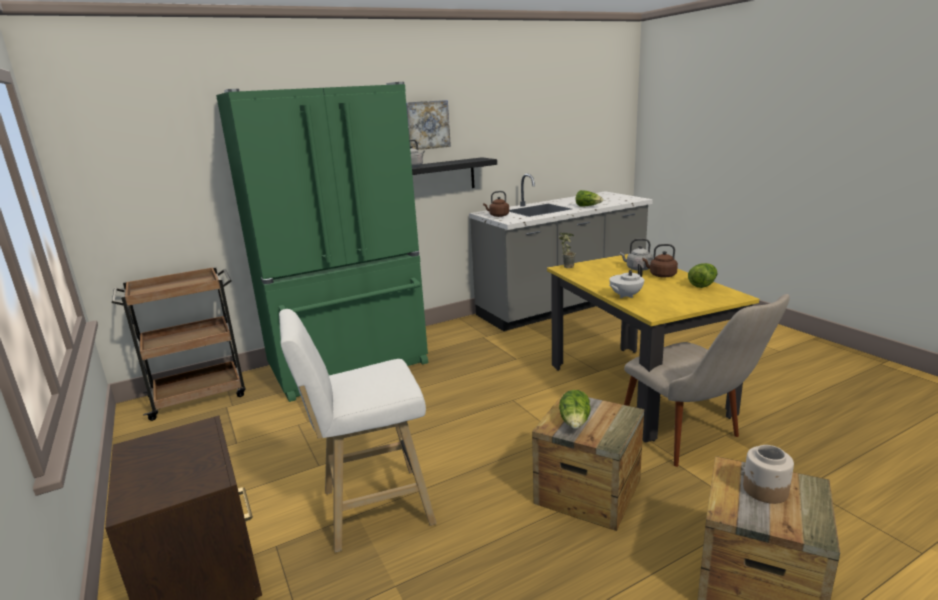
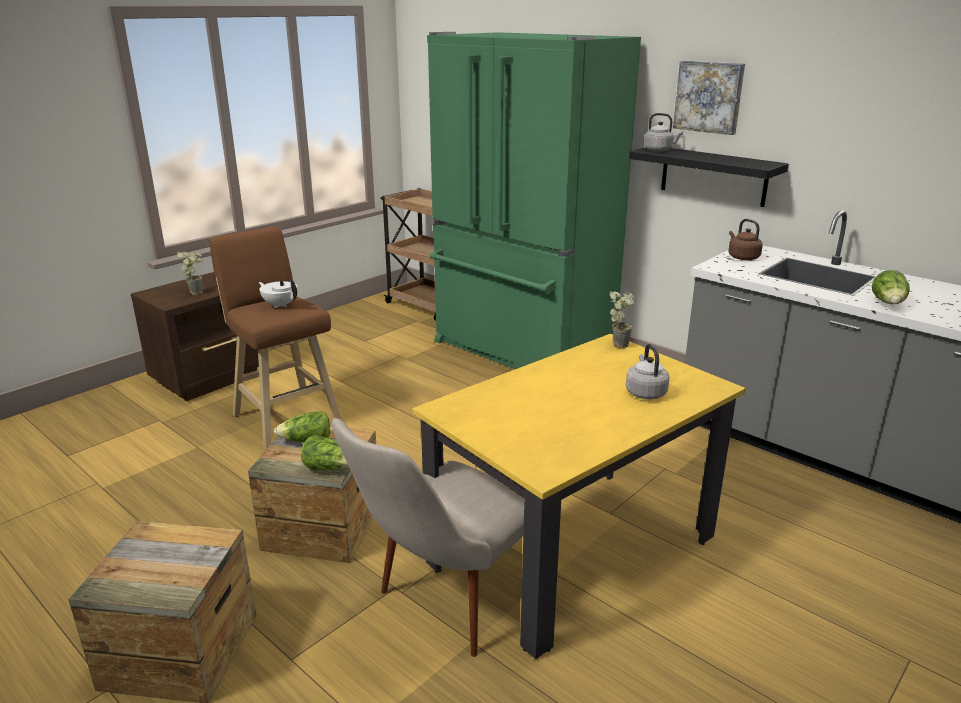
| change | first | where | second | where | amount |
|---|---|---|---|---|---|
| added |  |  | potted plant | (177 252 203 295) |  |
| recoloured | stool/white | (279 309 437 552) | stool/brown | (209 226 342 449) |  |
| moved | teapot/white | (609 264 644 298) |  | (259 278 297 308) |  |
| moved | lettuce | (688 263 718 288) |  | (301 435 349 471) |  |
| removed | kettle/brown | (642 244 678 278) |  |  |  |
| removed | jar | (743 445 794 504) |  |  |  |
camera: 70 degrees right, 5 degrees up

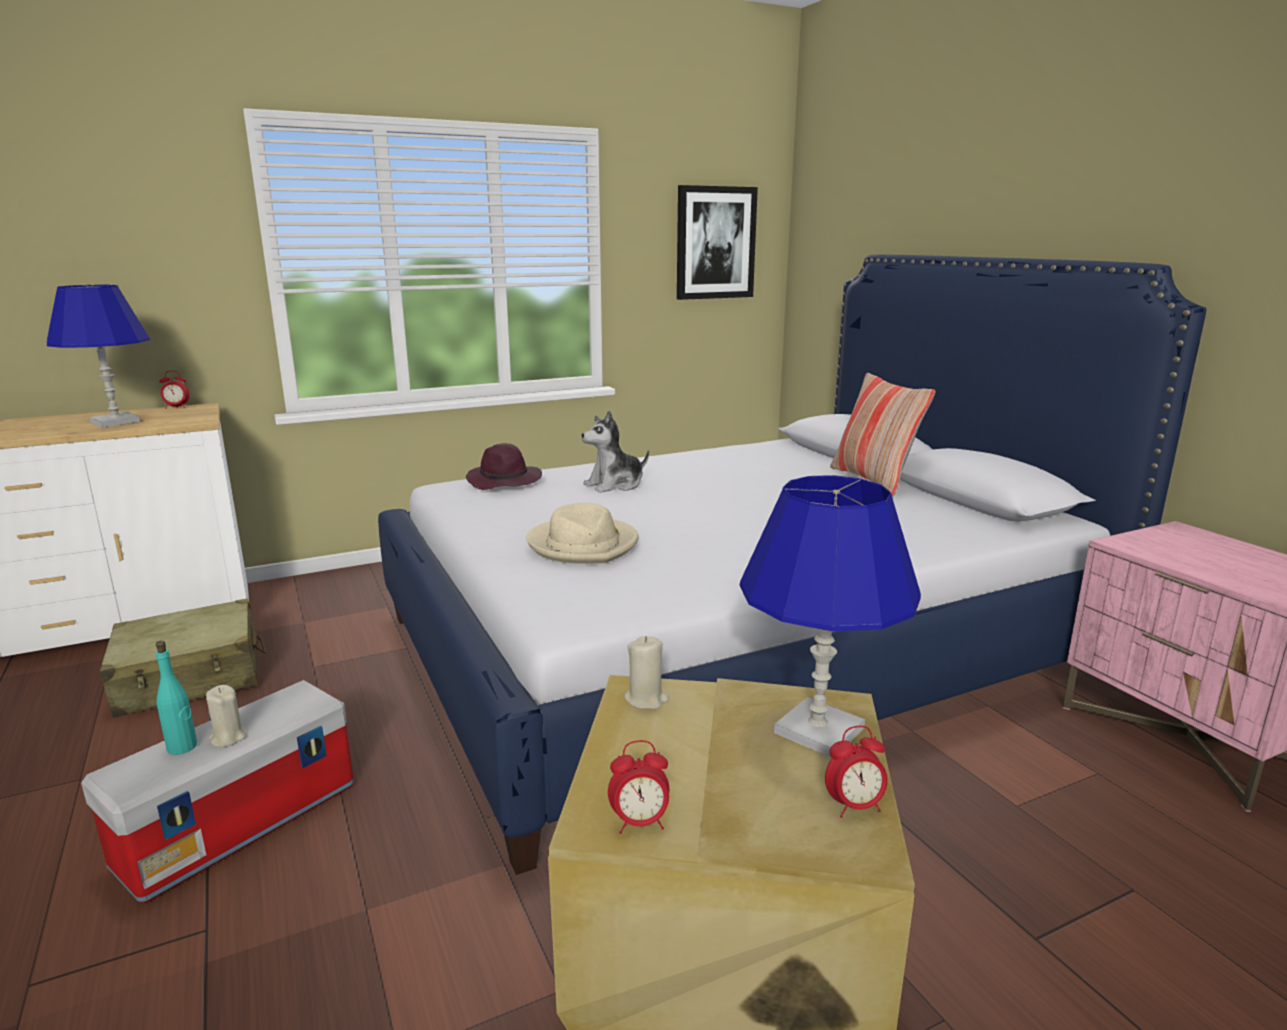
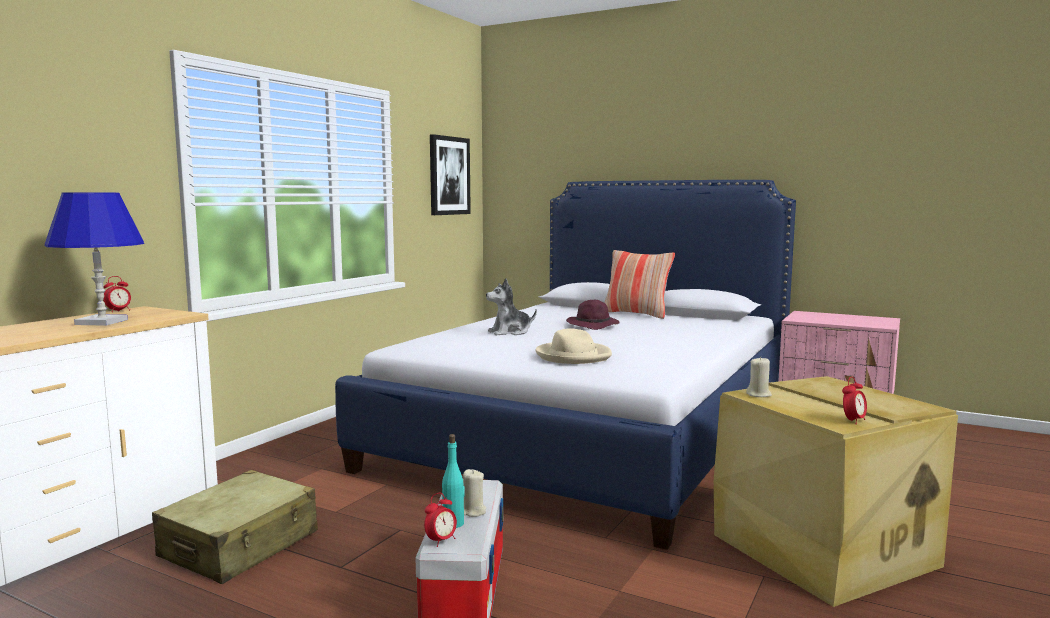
| change | first | where | second | where | amount |
|---|---|---|---|---|---|
| moved | alarm clock | (825 726 888 818) |  | (424 493 457 547) |  |
| turned | plush toy | (581 411 649 493) |  | (486 278 537 335) | 45 degrees clockwise |
| moved | hat/purple | (466 443 542 490) |  | (566 300 620 330) |  |
| removed | table lamp/blue | (740 475 921 758) |  |  |  |
camera: 35 degrees left, 10 degrees down

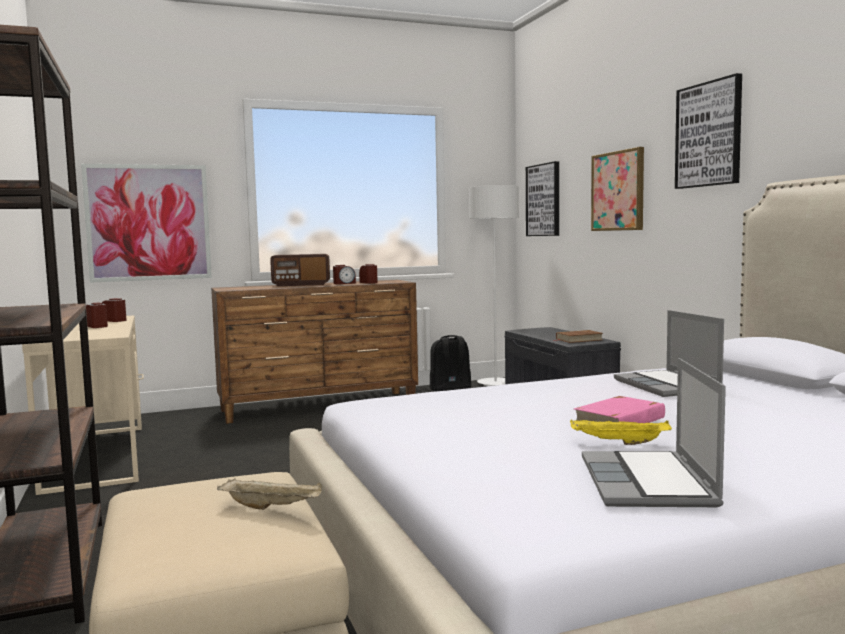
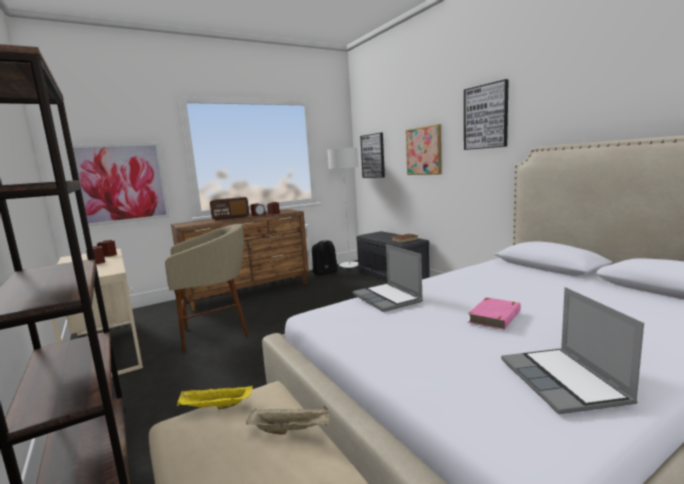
| change | first | where | second | where | amount |
|---|---|---|---|---|---|
| added |  |  | stool/beige | (165 224 249 352) |  |
| moved | tray/yellow | (570 419 672 445) |  | (177 386 253 409) |  |
| moved | laptop | (614 310 724 397) |  | (353 244 423 312) |  |
camera: 10 degrees left, 5 degrees up

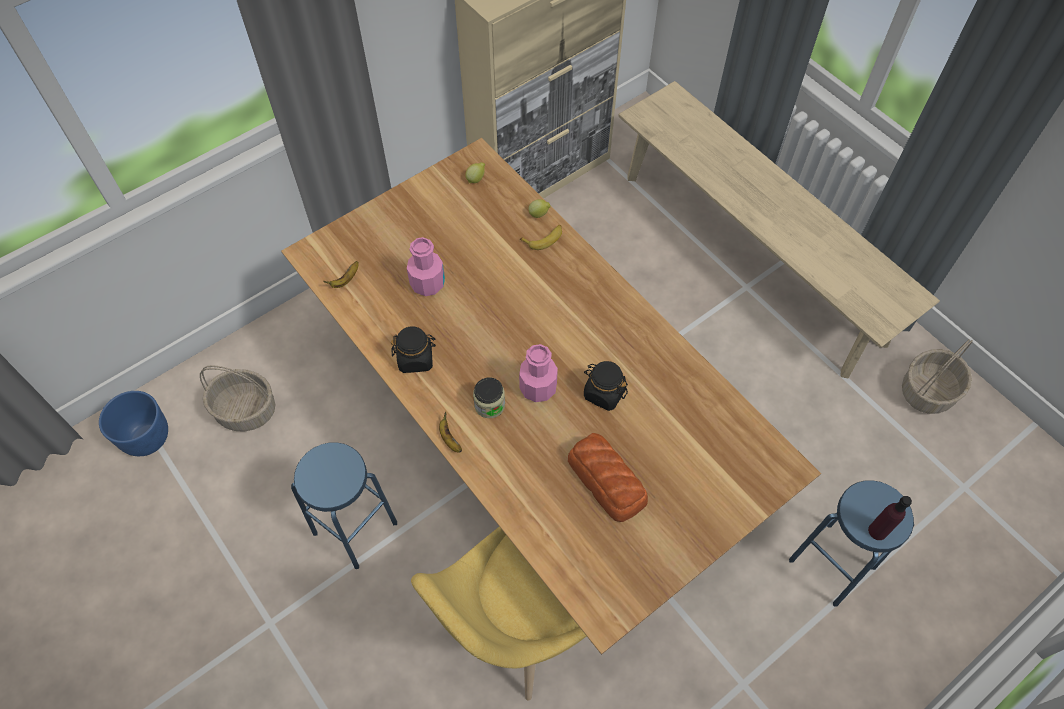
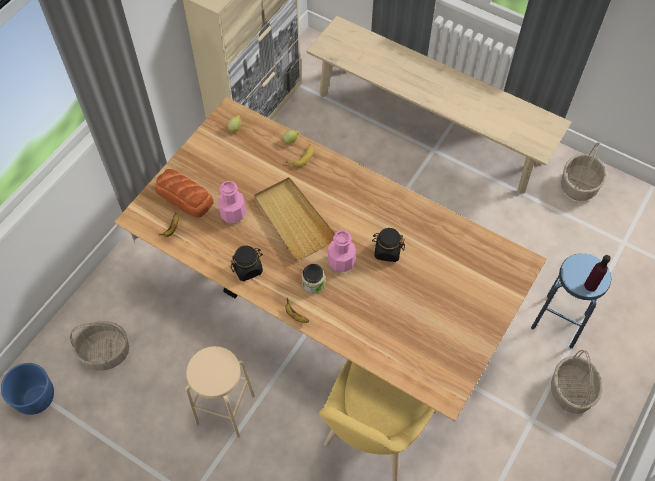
| change | first | where | second | where | amount |
|---|---|---|---|---|---|
| moved | bread | (568 433 648 522) |  | (155 169 213 217) |  |
| recoloured | stool/blue | (291 442 397 569) | stool/beige | (185 346 255 438) |  |
| added |  |  | tray/beige | (254 177 335 260) |  |
| added |  |  | basket | (551 350 603 414) |  |
camera: 20 degrees left, 0 degrees up

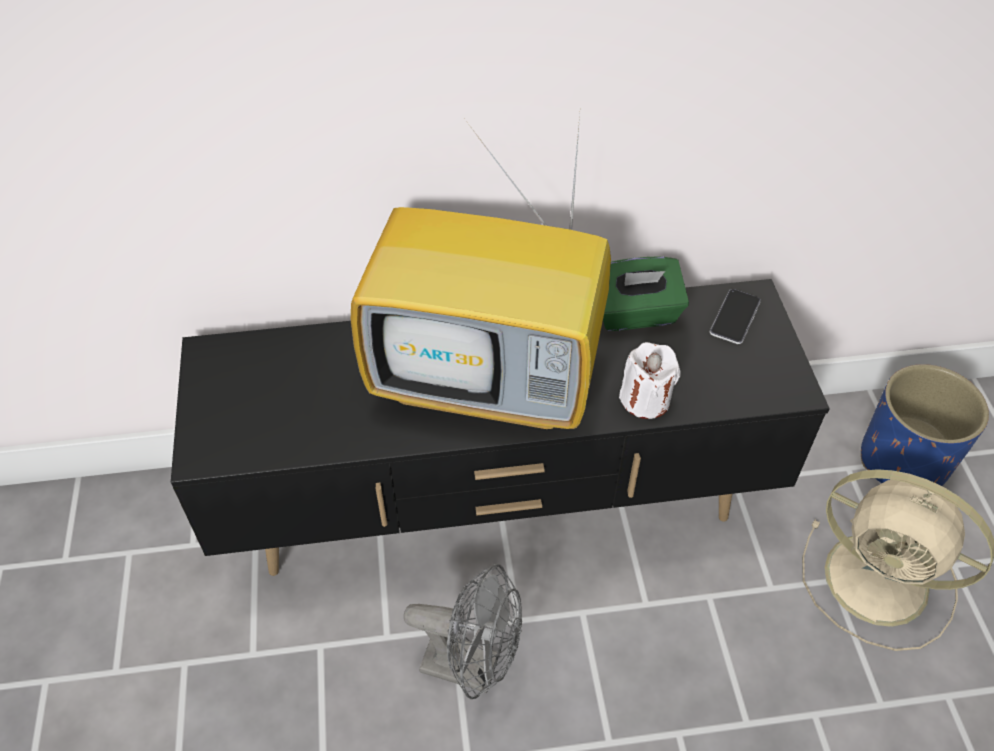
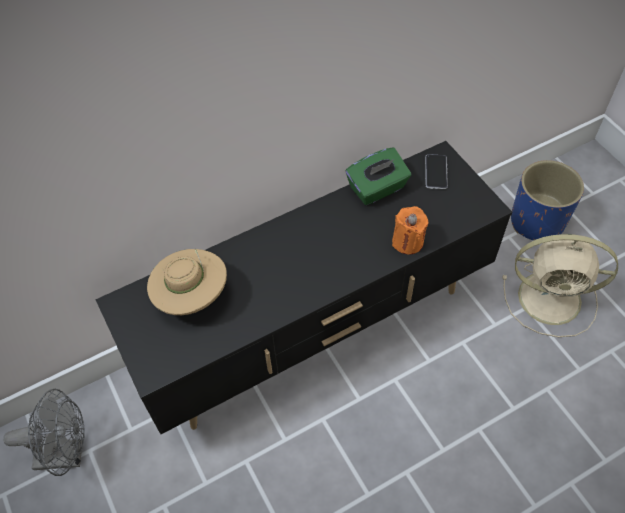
| change | first | where | second | where | amount |
|---|---|---|---|---|---|
| moved | fan/grey | (404 564 522 699) |  | (3 389 85 476) |  |
| added |  |  | hat/beige | (147 249 227 315) |  |
| recoloured | candle/white | (619 342 681 419) | candle/orange | (392 206 429 255) |  |
| removed | television | (351 115 611 430) |  |  |  |
camera: 20 degrees left, 5 degrees up

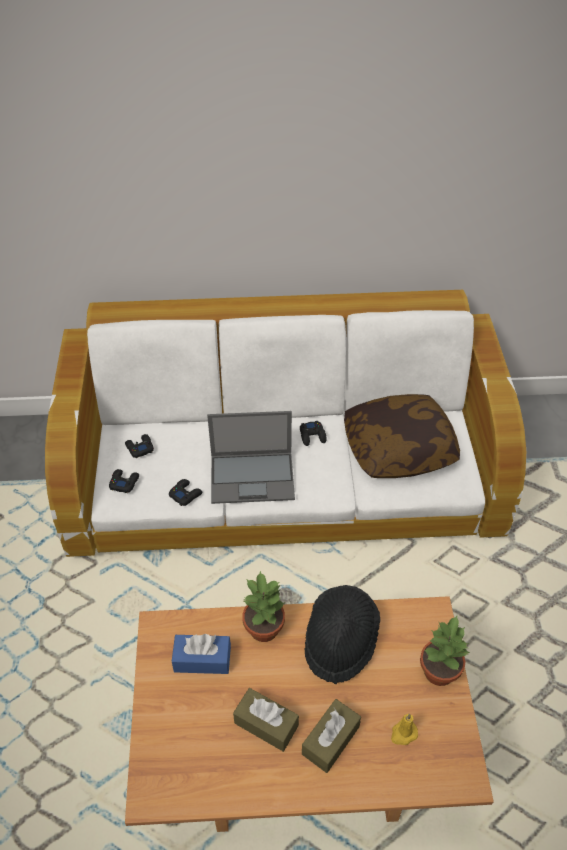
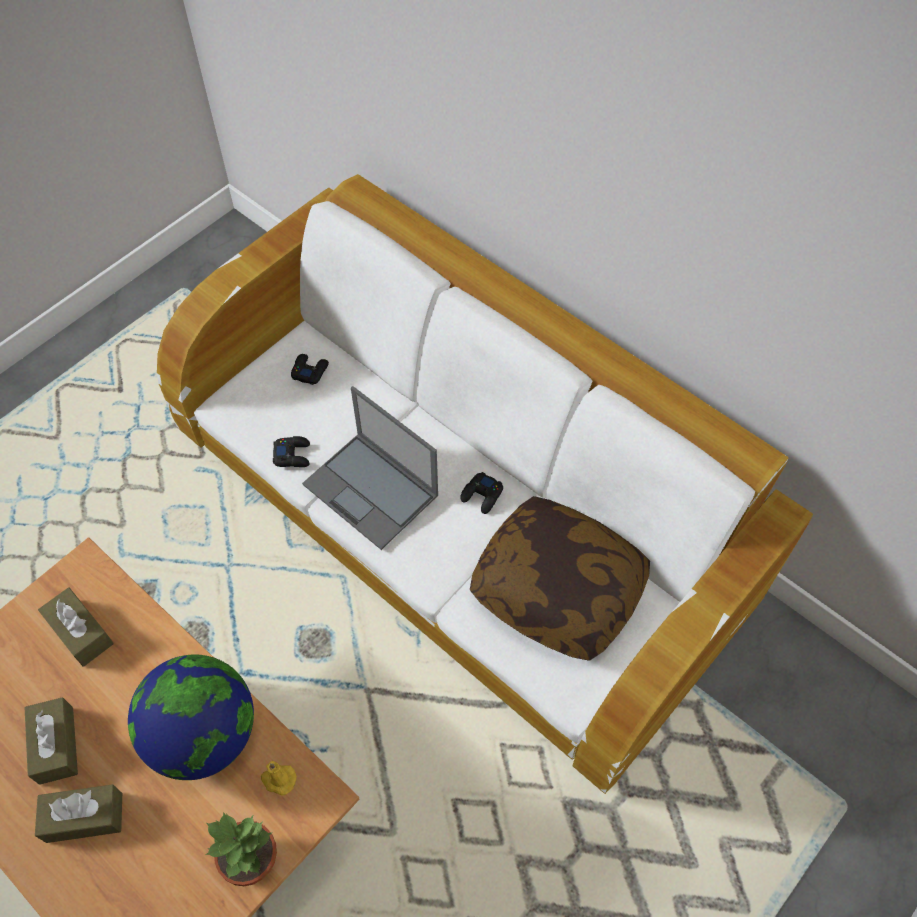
| change | first | where | second | where | amount |
|---|---|---|---|---|---|
| recoloured | tissue box/blue | (172 634 231 674) | tissue box/brown | (38 587 114 667) |  |
| replaced | hat/black | (305 585 380 684) | globe | (128 655 254 780) |  |
| moved | candle/yellow | (391 714 418 745) |  | (261 761 297 795) |  |
| removed | game controller/black | (109 469 139 493) |  |  |  |
| removed | potted plant | (242 571 285 642) |  |  |  |
camera: 45 degrees right, 10 degrees up

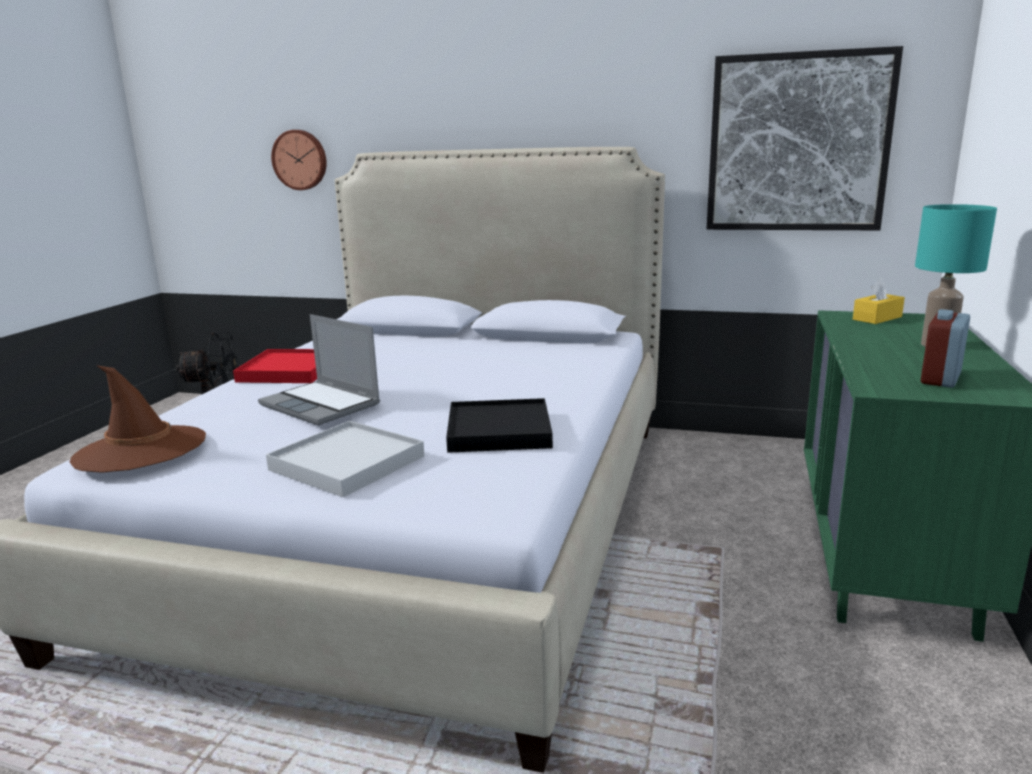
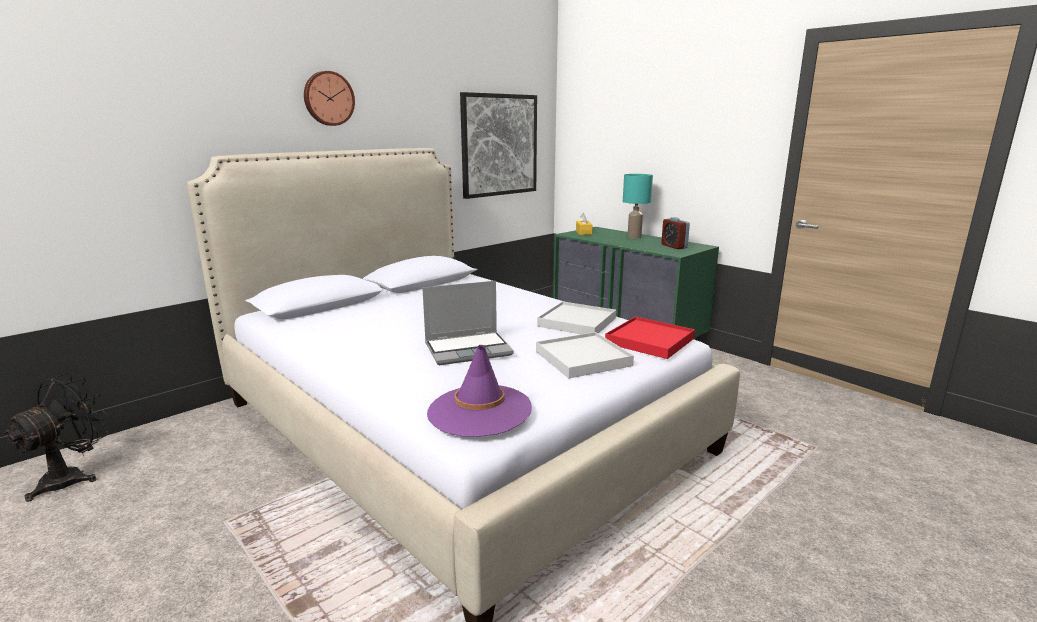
| change | first | where | second | where | amount |
|---|---|---|---|---|---|
| moved | wall clock | (271 130 327 190) |  | (304 71 355 126) |  |
| recoloured | hat/brown | (70 365 206 473) | hat/purple | (427 345 532 437) |  |
| recoloured | tray/black | (446 398 553 453) | tray/white | (537 301 616 334) |  |
| moved | tray/red | (233 349 317 383) |  | (605 317 695 359) |  |
camera: 60 degrees left, 0 degrees up

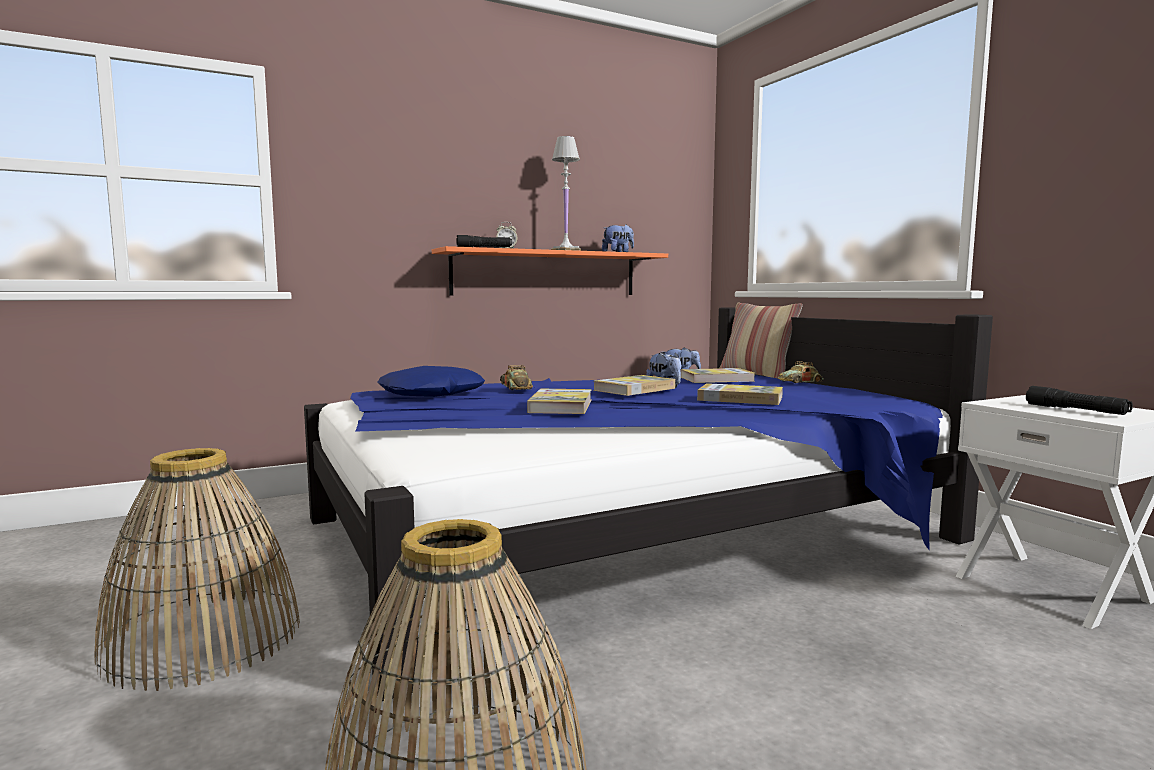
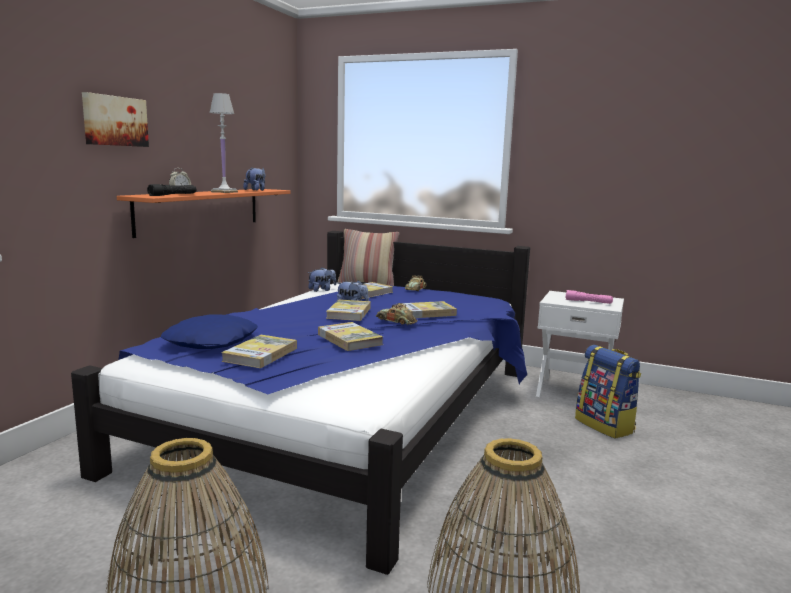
| change | first | where | second | where | amount |
|---|---|---|---|---|---|
| added |  |  | picture | (82 92 149 147) |  |
| added |  |  | book | (221 335 297 368) |  |
| moved | toy car | (500 365 533 390) |  | (376 303 418 325) |  |
| recoloured | flashlight/black | (1026 386 1133 415) | flashlight/pink | (566 290 613 304) |  |
| added |  |  | backpack | (575 345 641 439) |  |
camera: 40 degrees left, 5 degrees up

